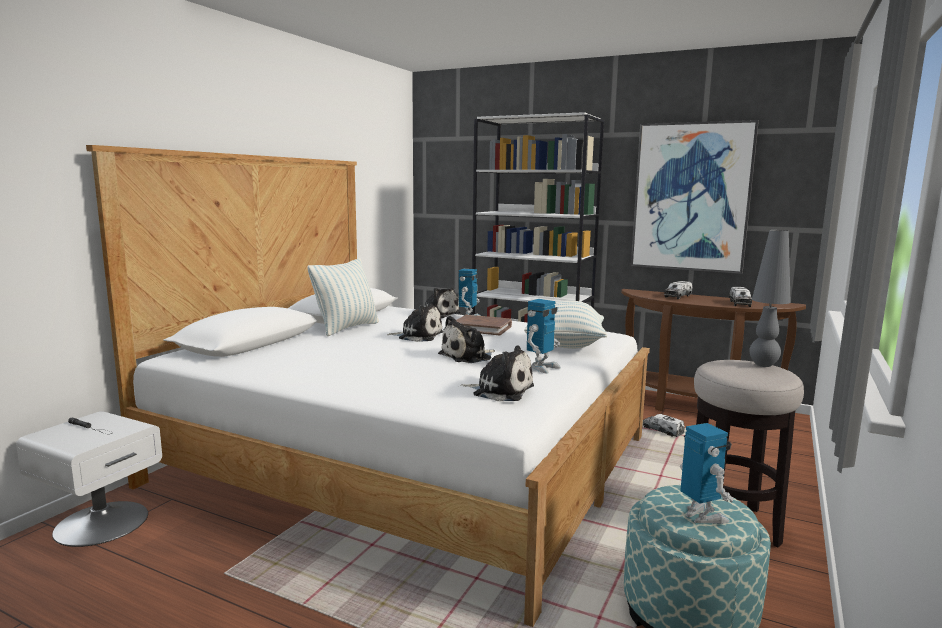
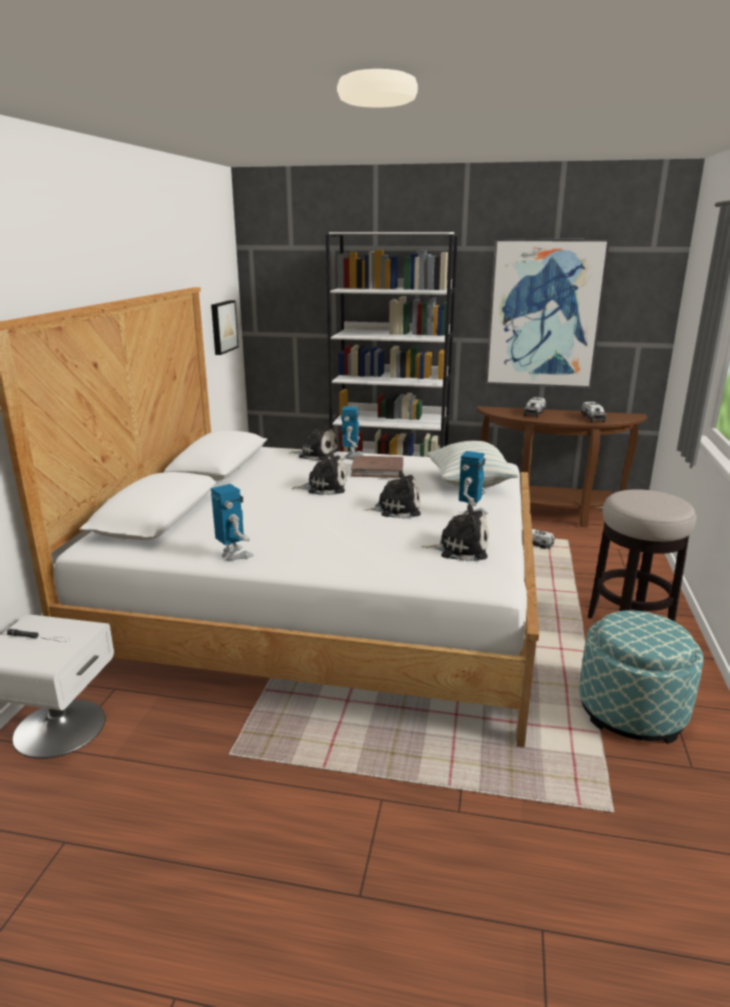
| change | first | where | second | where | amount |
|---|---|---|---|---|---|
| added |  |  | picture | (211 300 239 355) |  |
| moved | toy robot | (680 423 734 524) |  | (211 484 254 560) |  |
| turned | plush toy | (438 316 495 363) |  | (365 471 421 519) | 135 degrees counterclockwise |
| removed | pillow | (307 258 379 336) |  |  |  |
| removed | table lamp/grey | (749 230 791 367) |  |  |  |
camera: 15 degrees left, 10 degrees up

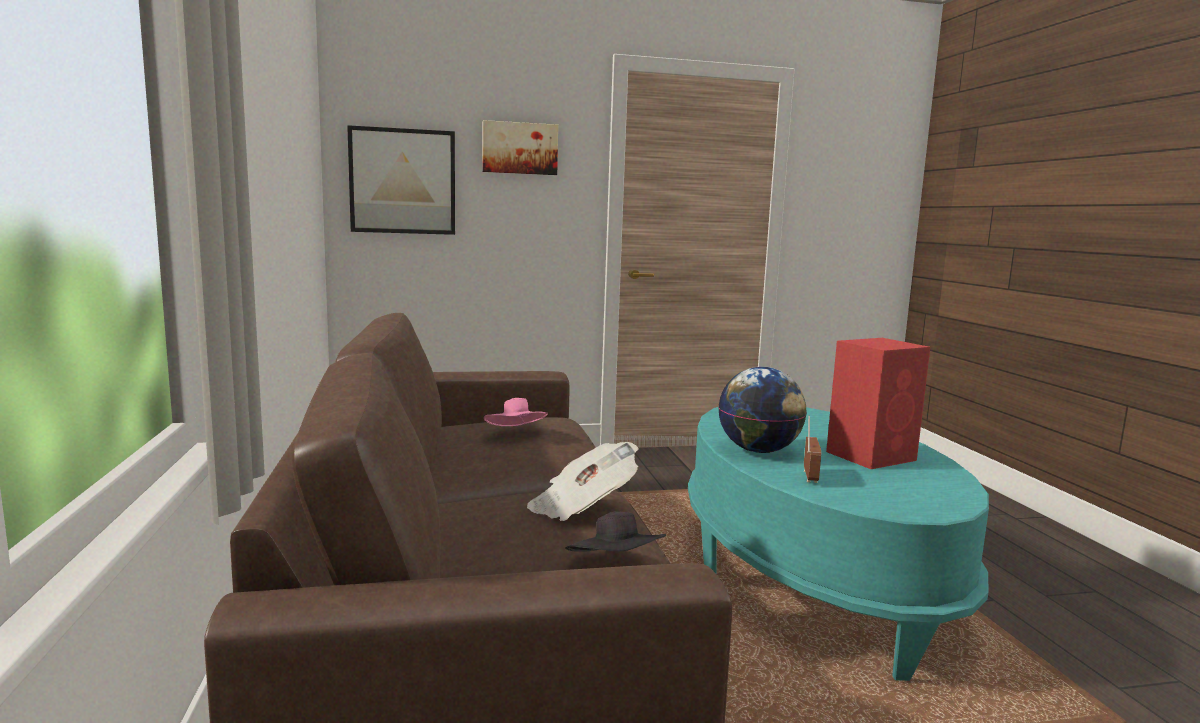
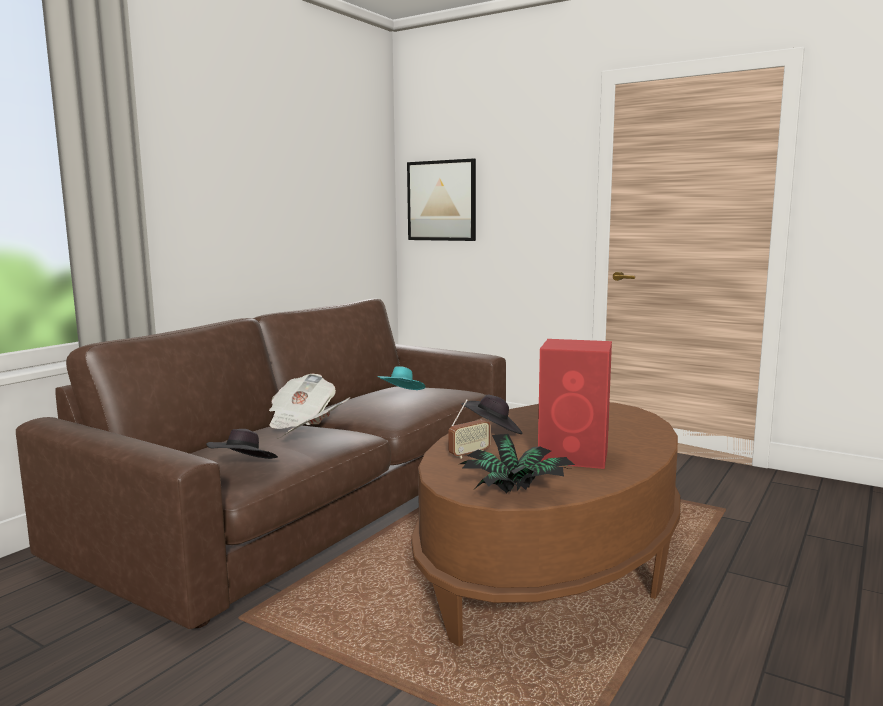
| change | first | where | second | where | amount |
|---|---|---|---|---|---|
| added |  |  | newspaper | (269 374 336 429) |  |
| recoloured | hat/pink | (484 398 548 426) | hat/turquoise | (377 367 425 390) |  |
| recoloured | coffee table/turquoise | (688 407 989 681) | coffee table/brown | (411 402 680 647) |  |
| added |  |  | potted plant | (460 434 575 493) |  |
| replaced | globe | (718 367 807 453) | hat/black | (461 395 522 434) |  |
| removed | picture | (482 120 558 175) |  |  |  |
camera: 45 degrees right, 0 degrees up

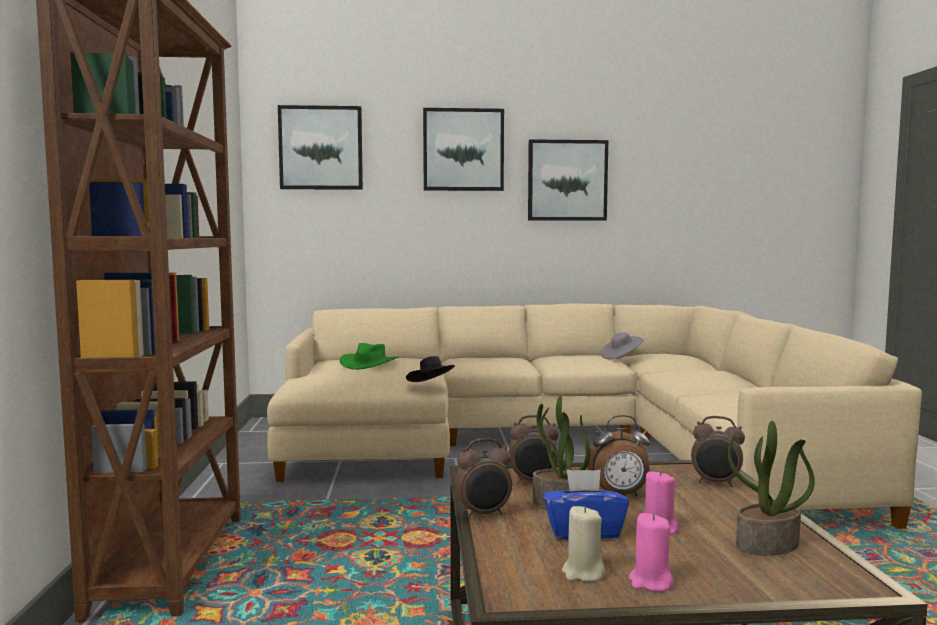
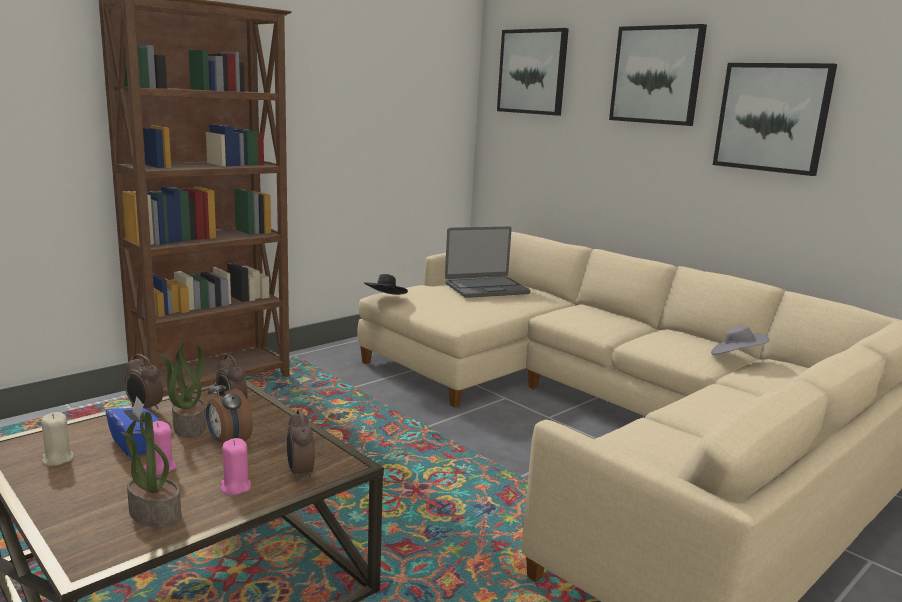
| change | first | where | second | where | amount |
|---|---|---|---|---|---|
| moved | candle/pink | (629 513 674 592) |  | (221 438 251 495) |  |
| moved | hat/black | (406 356 455 382) |  | (364 274 408 295) |  |
| replaced | hat/green | (340 343 399 370) | laptop | (445 226 530 298) |  |
camera: 50 degrees right, 10 degrees up

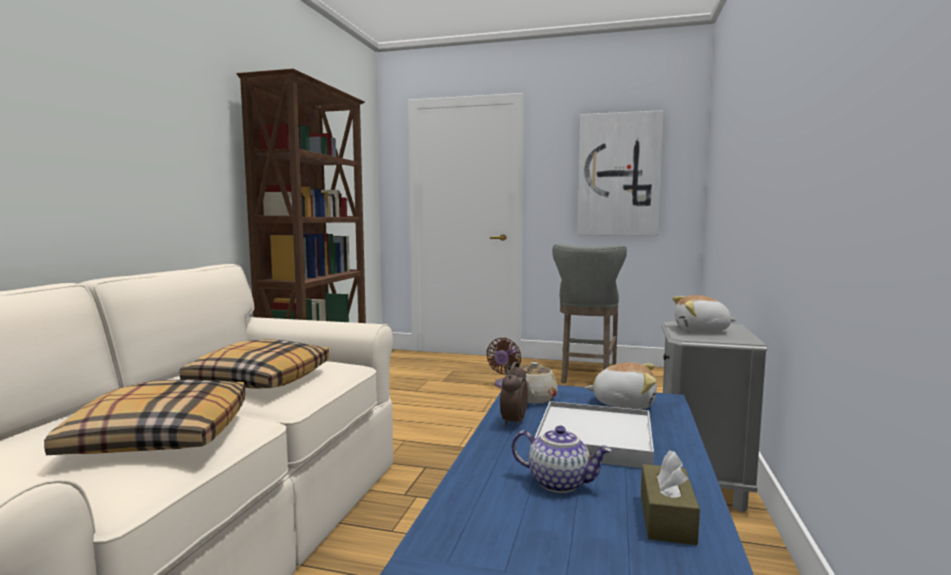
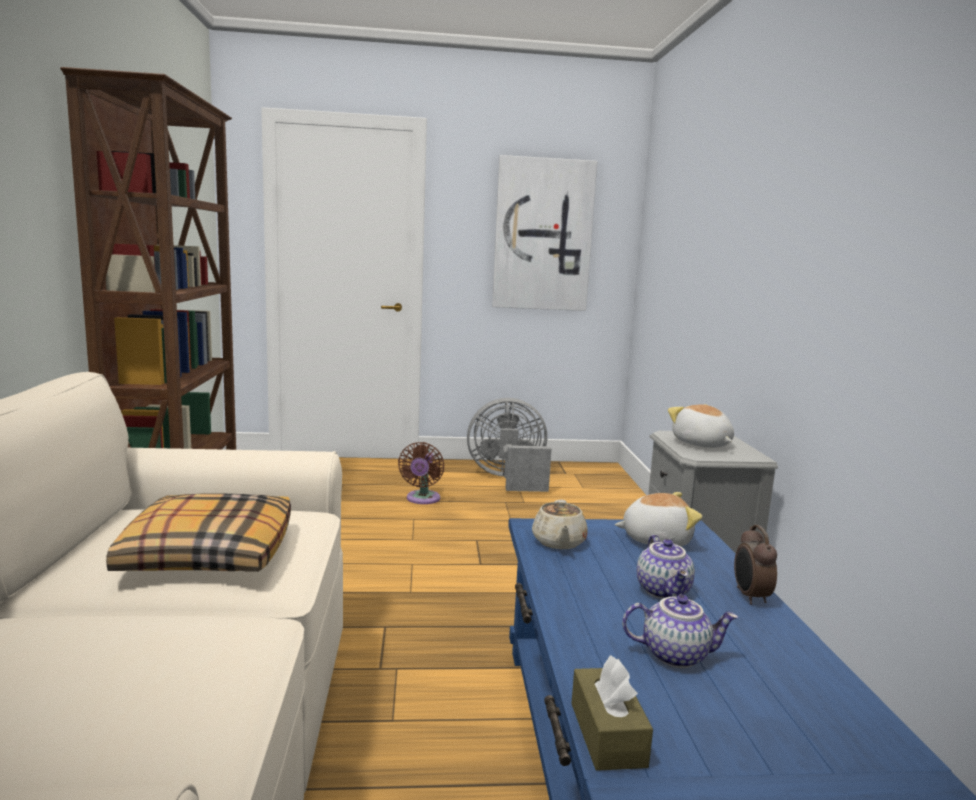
| change | first | where | second | where | amount |
|---|---|---|---|---|---|
| replaced | stool/grey | (552 244 627 384) | fan/grey | (467 398 552 492) |  |
| moved | tissue box/brown | (641 450 700 545) |  | (571 655 653 771) |  |
| replaced | tray/white | (534 401 654 468) | teapot | (637 535 695 599) |  |
| turned | plush toy | (672 295 737 332) |  | (668 404 734 448) | 75 degrees clockwise |
| moved | alarm clock | (500 362 528 427) |  | (734 525 777 605) |  |
| removed | pillow | (44 379 246 455) |  |  |  |
camera: 20 degrees left, 5 degrees up

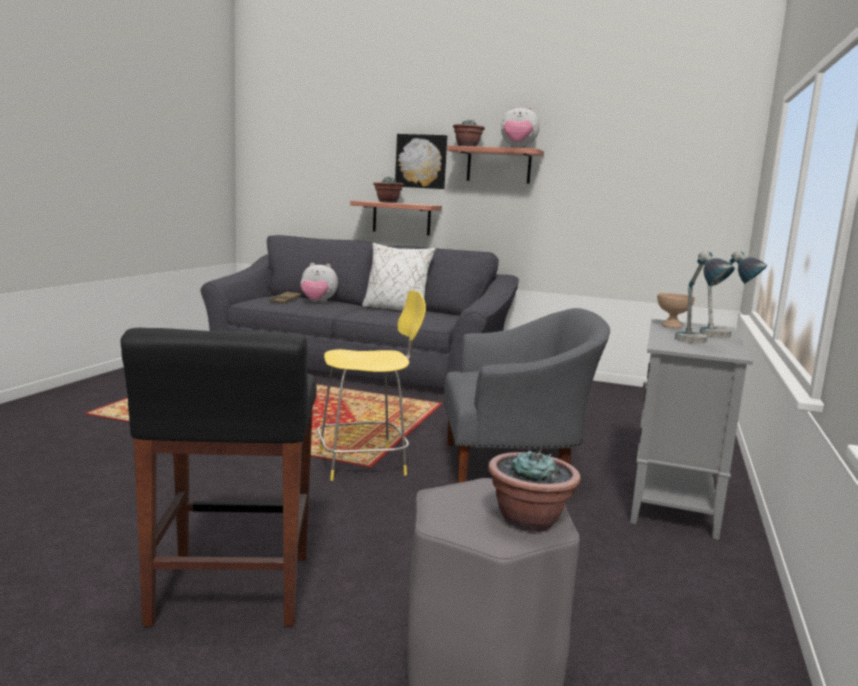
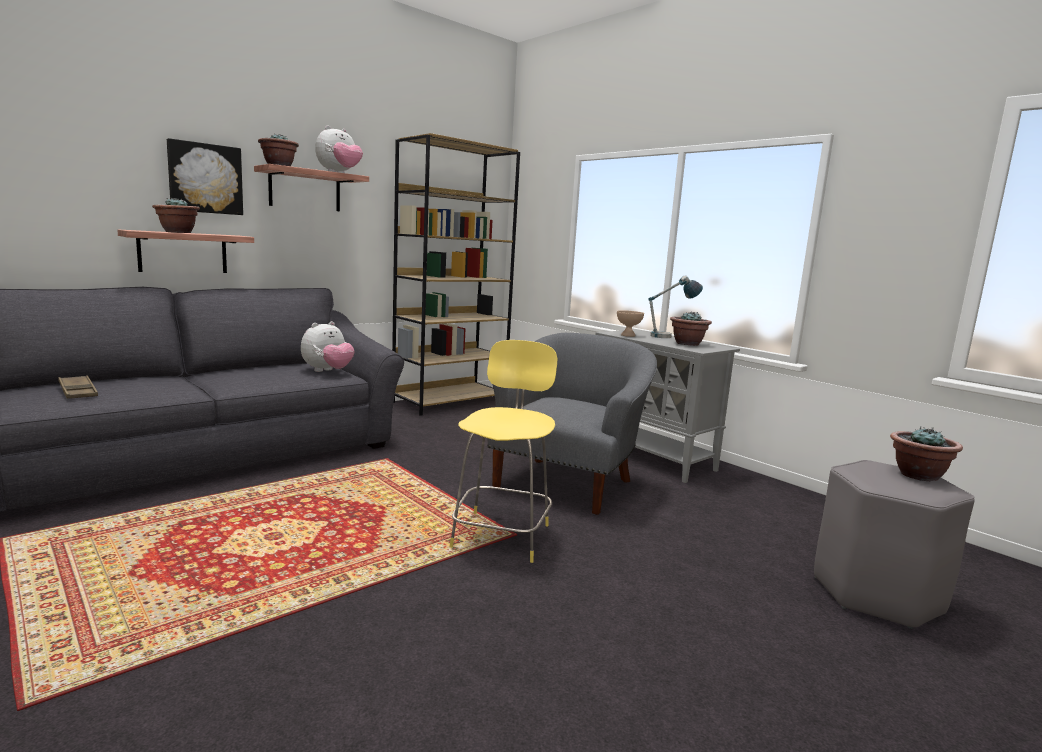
| change | first | where | second | where | amount |
|---|---|---|---|---|---|
| moved | plush toy | (301 263 338 303) |  | (301 321 355 372) |  |
| added |  |  | bookcase/brown | (392 133 520 416) |  |
| replaced | table lamp | (675 250 735 344) | potted plant | (670 311 712 346) |  |
| removed | stool/black | (120 328 317 627) |  |  |  |
| removed | pillow/white | (362 243 436 314) |  |  |  |
camera: 60 degrees left, 0 degrees up

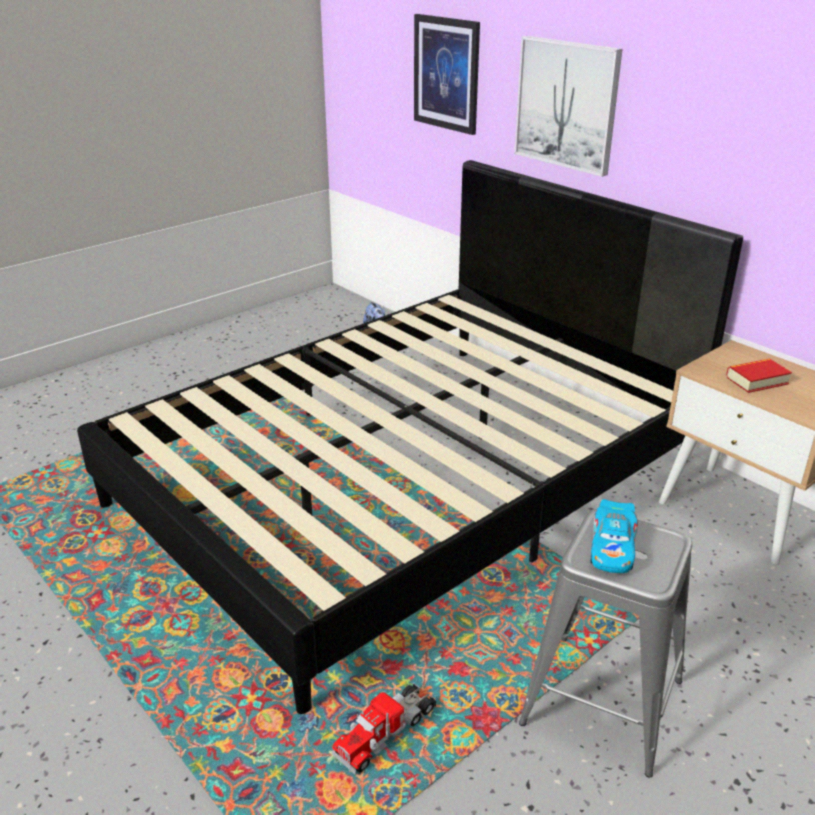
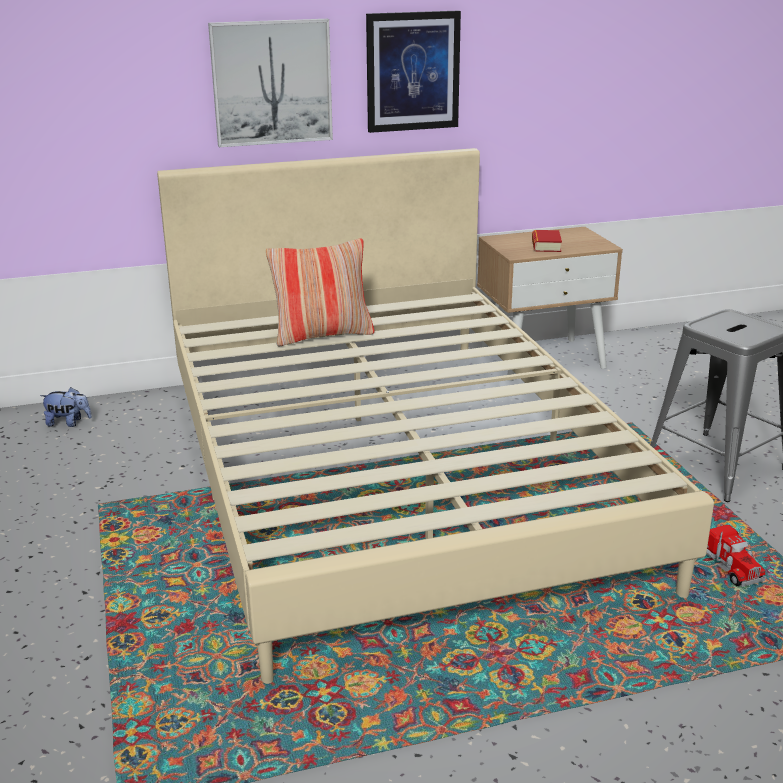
| change | first | where | second | where | amount |
|---|---|---|---|---|---|
| recoloured | bed/black | (77 160 743 714) | bed/beige | (157 148 714 684) |  |
| added |  |  | pillow | (266 239 375 346) |  |
| moved | picture | (414 14 480 135) |  | (366 11 461 133) |  |
| removed | toy car | (590 499 638 573) |  |  |  |
camera: 65 degrees left, 5 degrees down

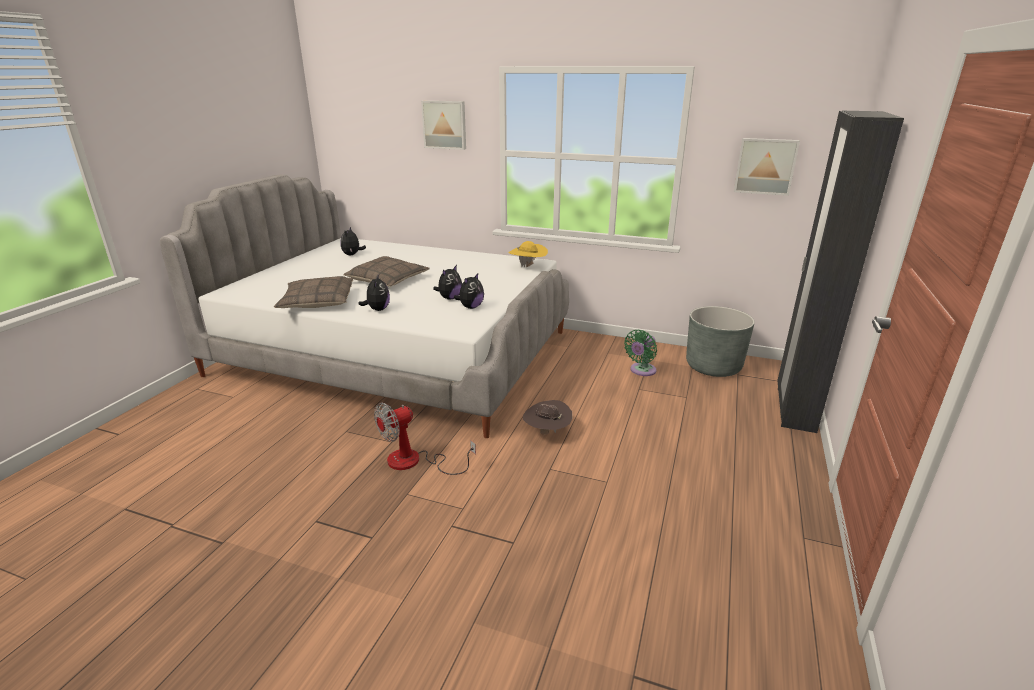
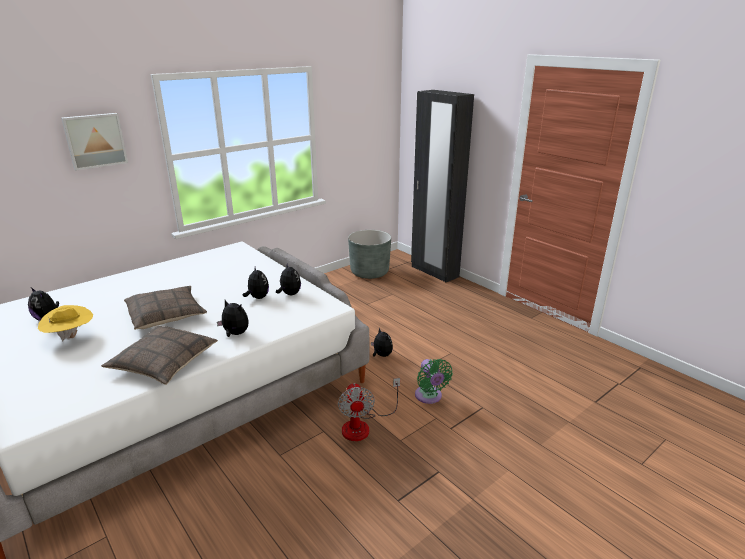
| change | first | where | second | where | amount |
|---|---|---|---|---|---|
| moved | hat/yellow | (509 241 548 267) |  | (38 305 93 341) |  |
| replaced | hat/brown | (523 400 572 434) | plush toy | (371 328 393 357) |  |
| moved | fan/green | (624 330 657 376) |  | (415 359 453 404) |  |
| removed | picture | (734 138 800 196) |  |  |  |
camera: 60 degrees left, 0 degrees up

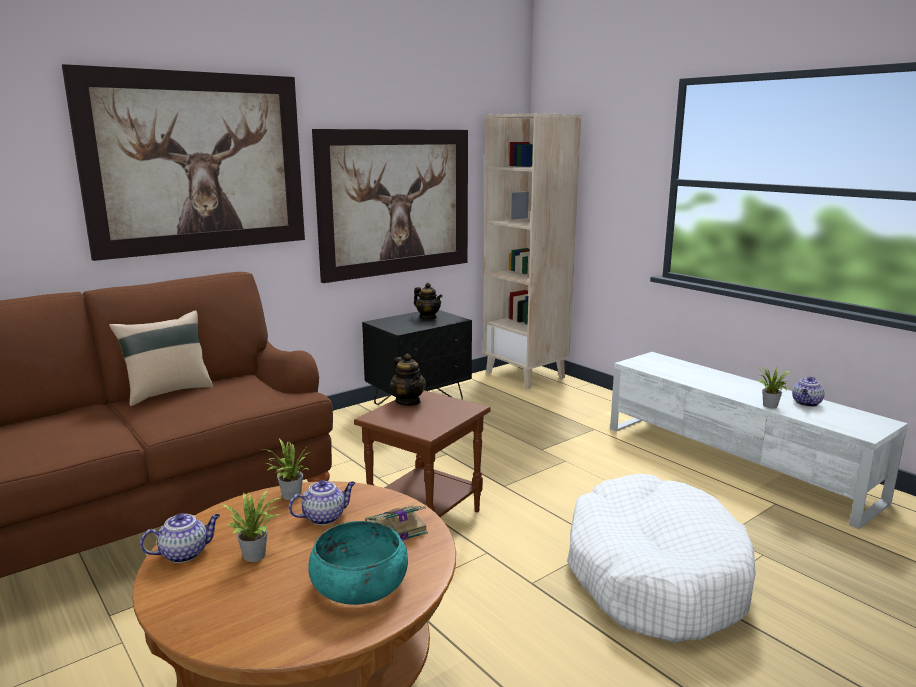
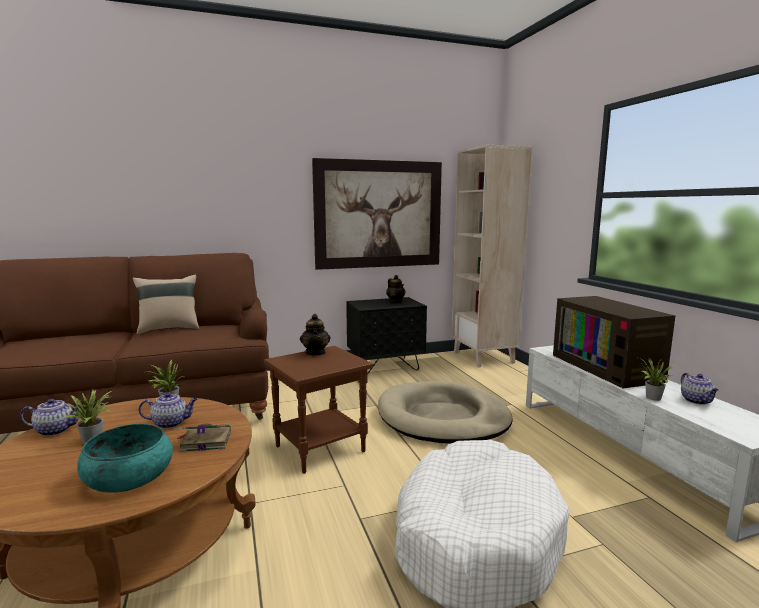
| change | first | where | second | where | amount |
|---|---|---|---|---|---|
| added |  |  | dog bed/beige | (378 381 513 444) |  |
| added |  |  | television | (553 296 675 388) |  |
| turned | teapot | (792 377 825 407) |  | (681 373 719 405) | 60 degrees counterclockwise |
| removed | picture | (62 64 305 261) |  |  |  |
camera: 20 degrees right, 5 degrees down

